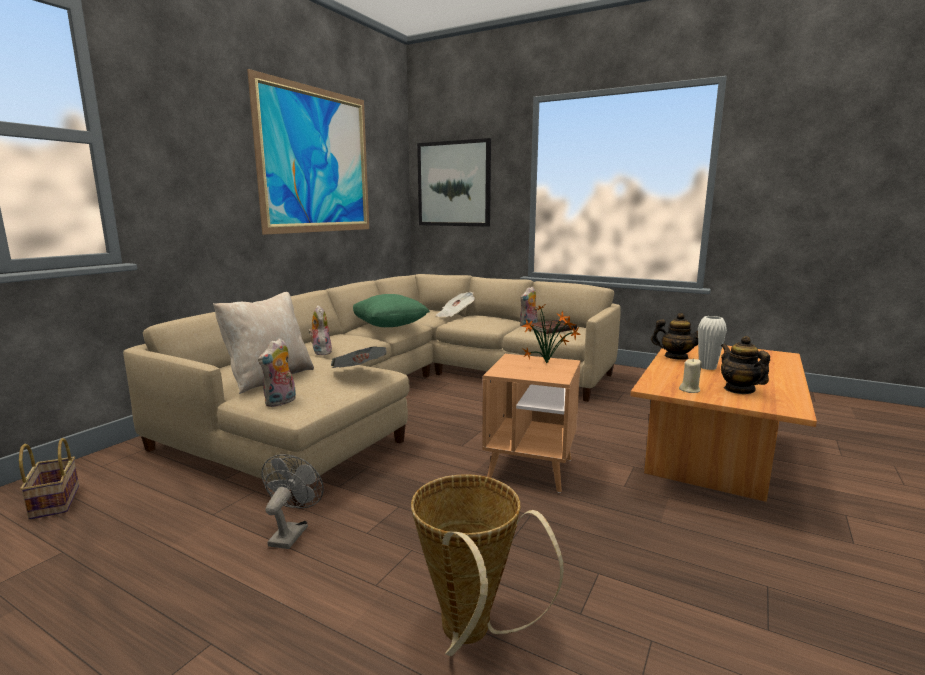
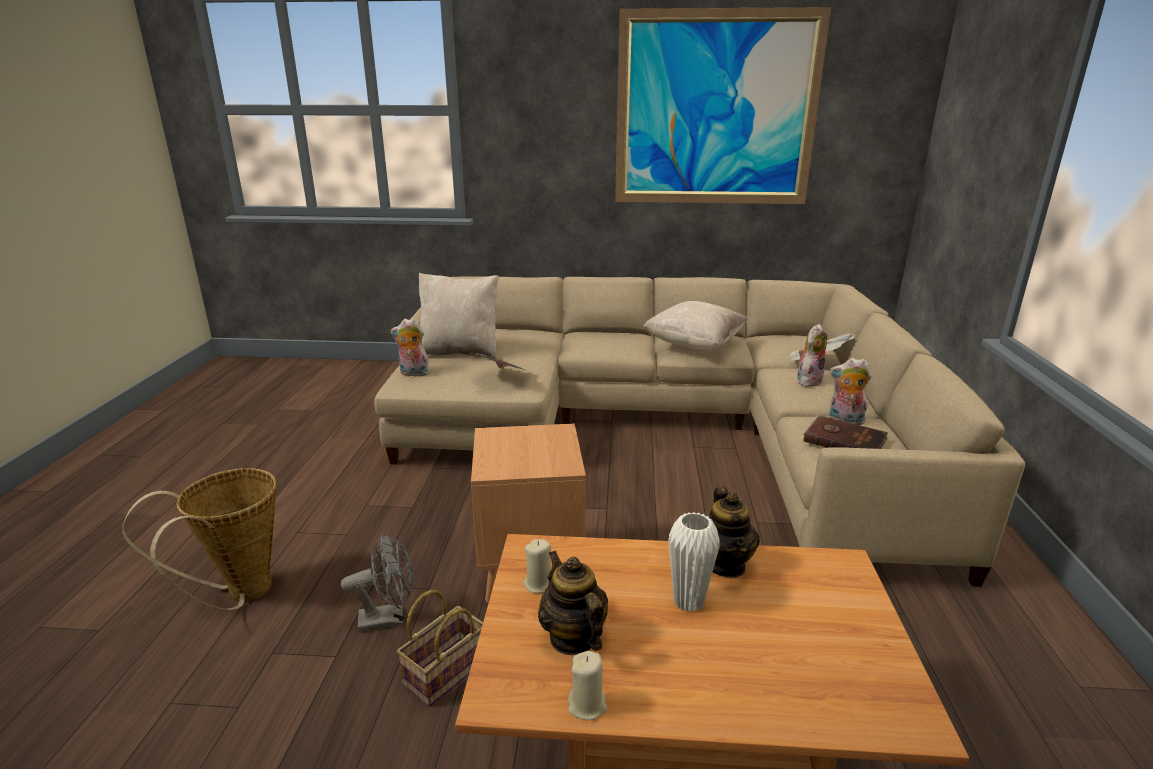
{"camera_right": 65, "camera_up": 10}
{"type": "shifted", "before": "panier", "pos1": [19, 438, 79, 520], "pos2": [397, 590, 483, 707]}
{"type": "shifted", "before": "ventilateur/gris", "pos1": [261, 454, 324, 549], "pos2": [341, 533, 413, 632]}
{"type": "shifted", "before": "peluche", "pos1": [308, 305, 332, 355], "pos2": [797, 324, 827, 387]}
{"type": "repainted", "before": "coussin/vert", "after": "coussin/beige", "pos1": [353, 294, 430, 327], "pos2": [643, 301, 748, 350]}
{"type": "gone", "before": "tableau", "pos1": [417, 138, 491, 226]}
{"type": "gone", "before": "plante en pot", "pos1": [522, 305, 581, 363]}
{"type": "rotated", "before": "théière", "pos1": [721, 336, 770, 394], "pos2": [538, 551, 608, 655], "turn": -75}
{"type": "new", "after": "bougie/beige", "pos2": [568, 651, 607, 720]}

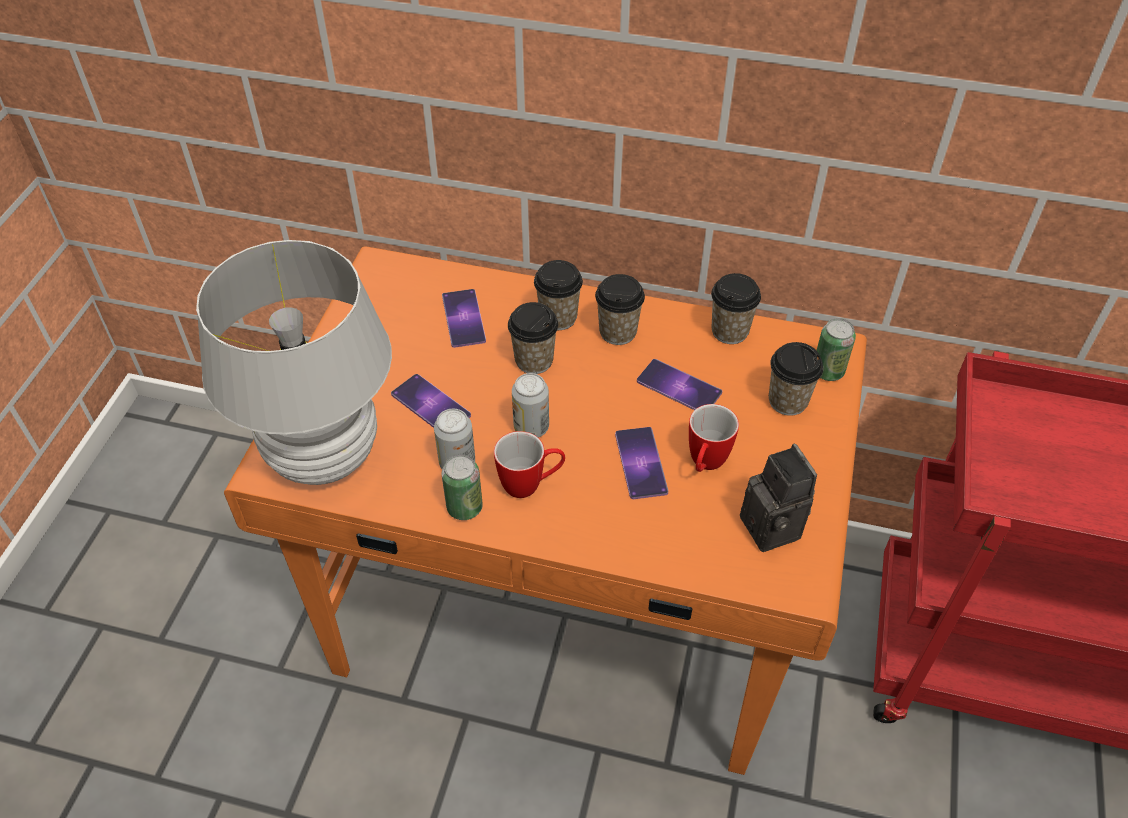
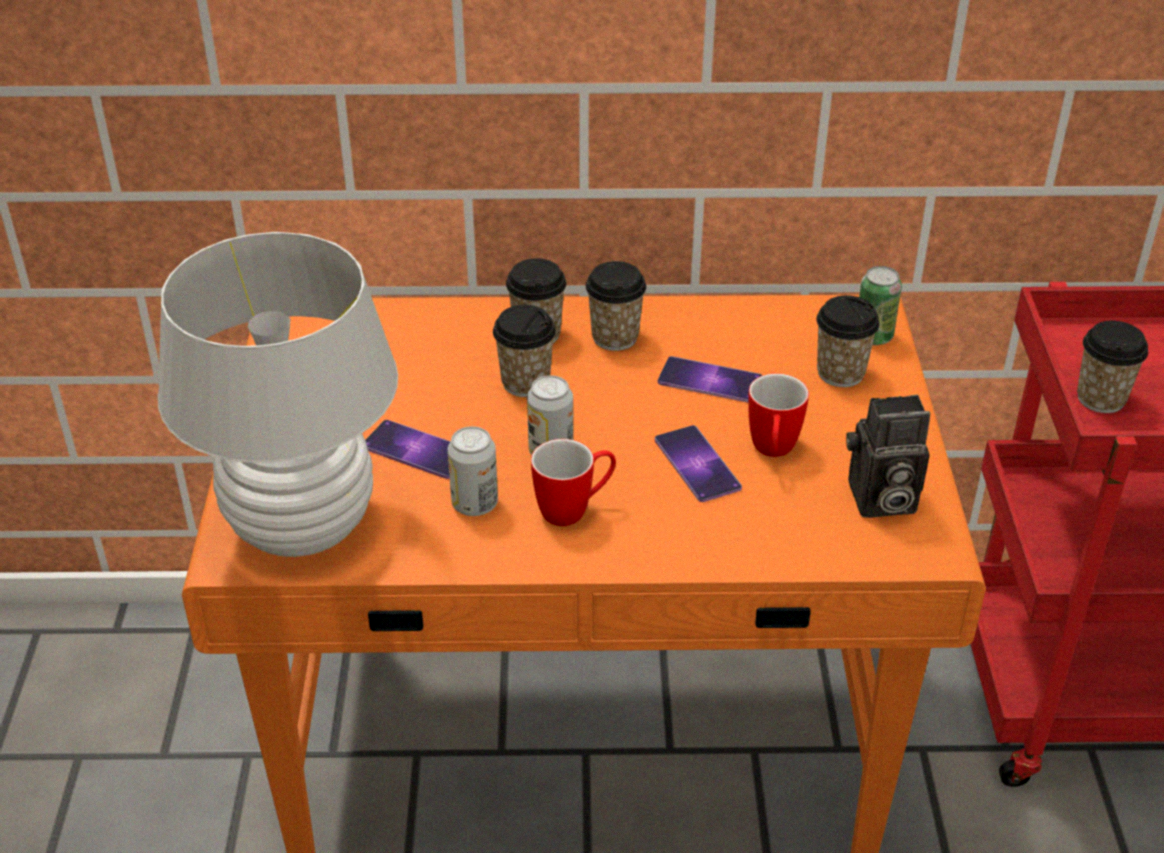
{"camera_right": -15, "camera_up": -10}
{"type": "gone", "before": "téléphone", "pos1": [442, 289, 486, 348]}
{"type": "gone", "before": "boîte métallique", "pos1": [442, 454, 483, 520]}
{"type": "shifted", "before": "tasse", "pos1": [711, 273, 761, 344], "pos2": [1077, 321, 1148, 413]}
{"type": "rotated", "before": "appareil photo", "pos1": [740, 444, 817, 552], "pos2": [846, 395, 930, 518], "turn": 120}

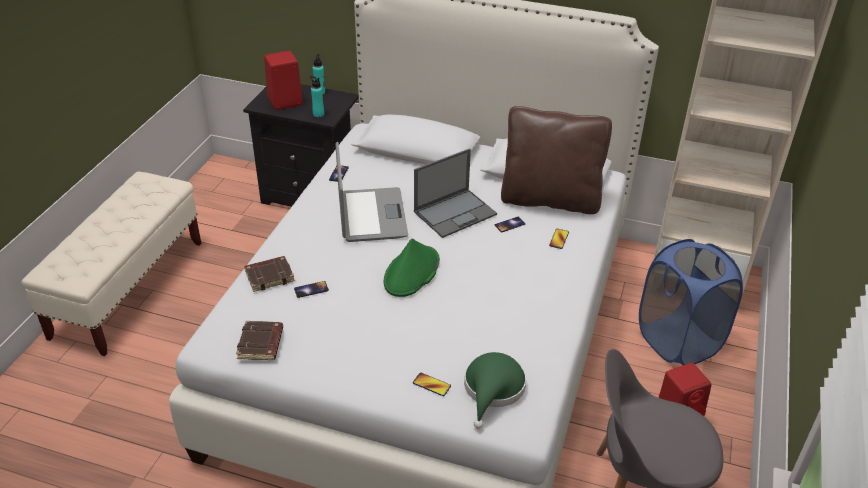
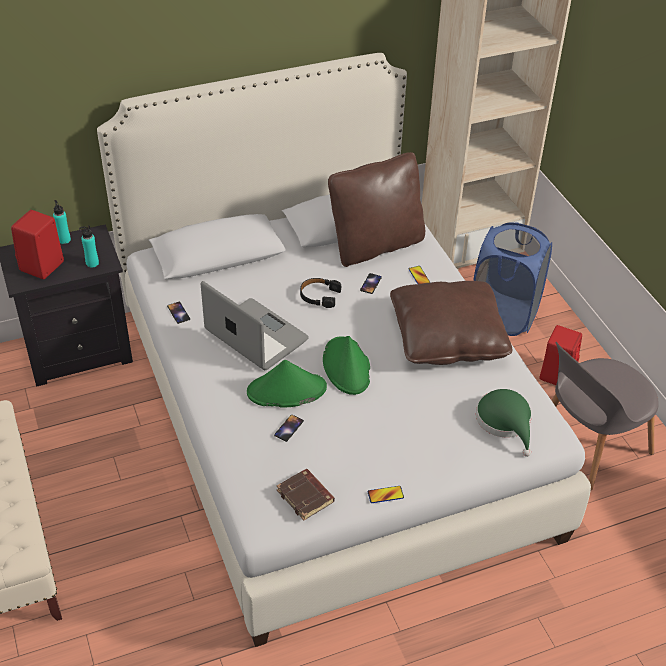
{"camera_right": -40, "camera_up": 5}
{"type": "gone", "before": "livre/marron", "pos1": [244, 256, 295, 292]}
{"type": "shifted", "before": "téléphone", "pos1": [413, 373, 451, 396], "pos2": [368, 486, 404, 503]}
{"type": "swapped", "before": "ordinateur portable", "after": "casque audio/noir", "pos1": [414, 148, 497, 238], "pos2": [300, 278, 341, 308]}
{"type": "new", "after": "chapeau/vert", "pos2": [247, 360, 327, 408]}
{"type": "new", "after": "coussin/marron", "pos2": [390, 281, 512, 365]}

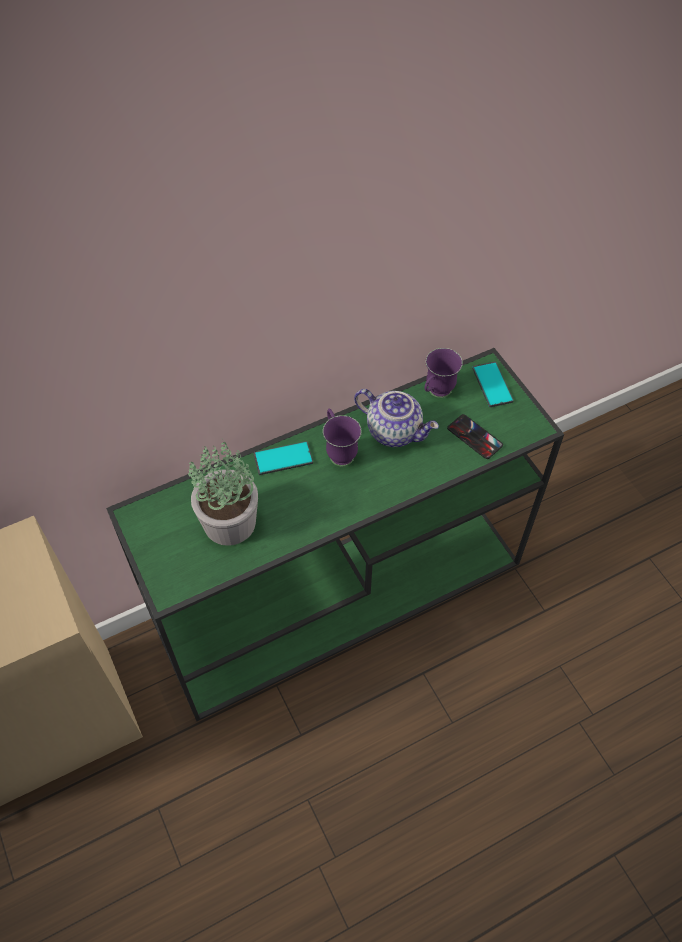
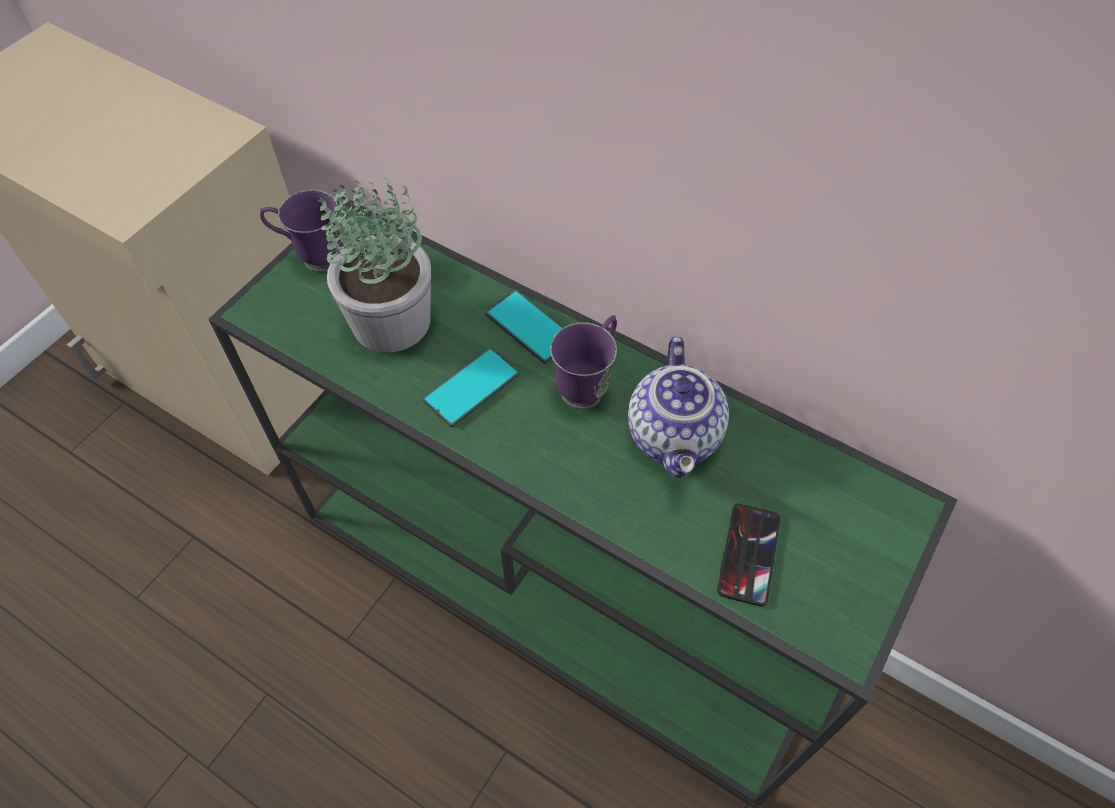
{"camera_right": 60, "camera_up": 0}
{"type": "shifted", "before": "mug/violet", "pos1": [424, 348, 463, 398], "pos2": [260, 190, 343, 272]}
{"type": "shifted", "before": "téléphone", "pos1": [472, 362, 514, 407], "pos2": [423, 347, 520, 428]}

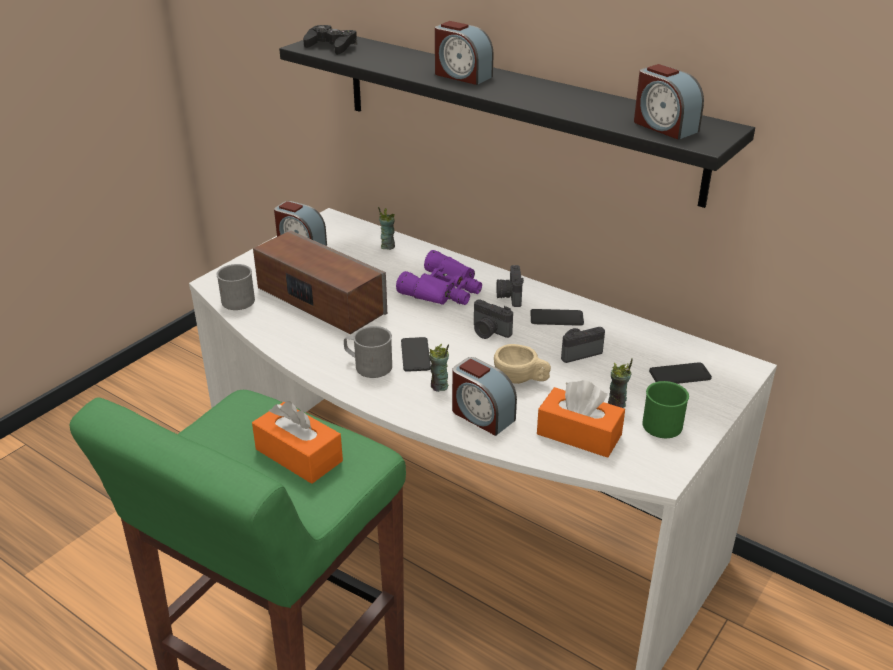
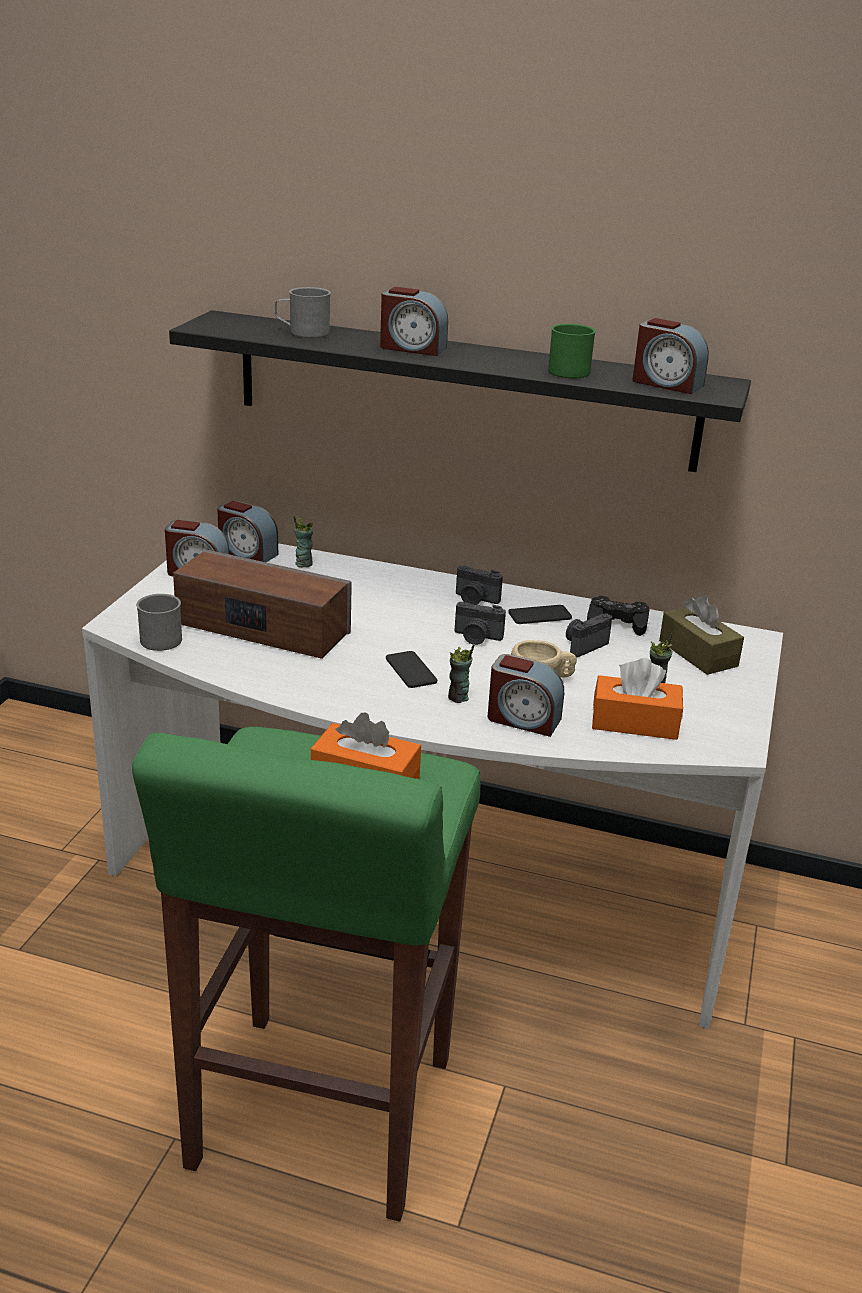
{"camera_right": -20, "camera_up": -5}
{"type": "shifted", "before": "manette/noir", "pos1": [303, 25, 357, 55], "pos2": [587, 596, 650, 636]}
{"type": "shifted", "before": "mug/gris", "pos1": [344, 326, 392, 378], "pos2": [275, 287, 331, 338]}
{"type": "gone", "before": "jumelles/violet", "pos1": [396, 250, 482, 305]}
{"type": "rotated", "before": "appareil photo", "pos1": [497, 265, 524, 307], "pos2": [456, 565, 503, 605], "turn": -45}
{"type": "shifted", "before": "mug/vert", "pos1": [642, 381, 689, 438], "pos2": [548, 324, 596, 379]}
{"type": "swapped", "before": "téléphone", "after": "boîte à mouchoirs/marron", "pos1": [649, 362, 712, 384], "pos2": [659, 595, 744, 675]}
{"type": "new", "after": "réveil", "pos2": [217, 501, 278, 562]}

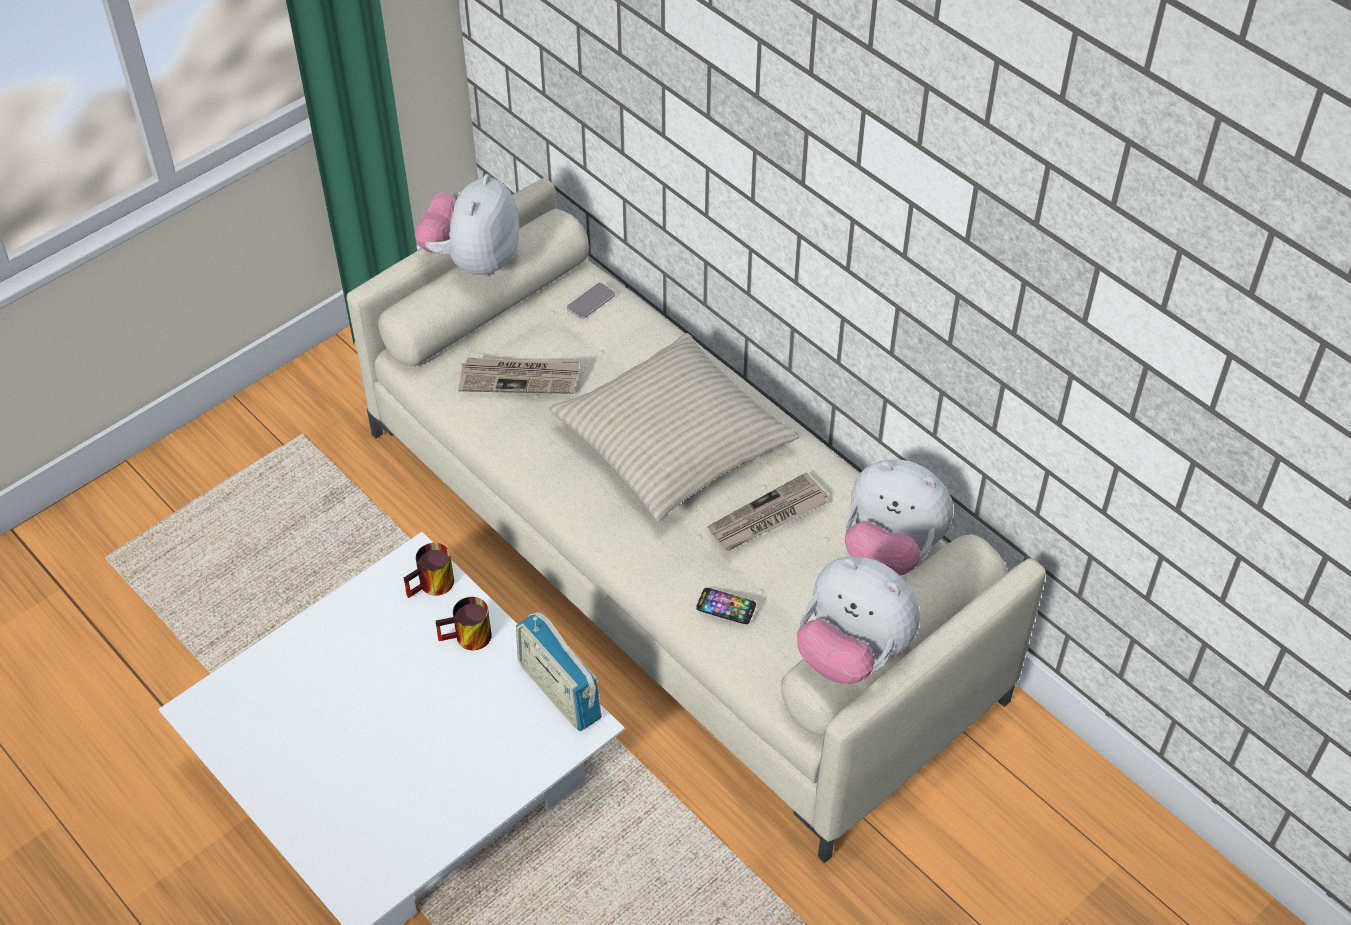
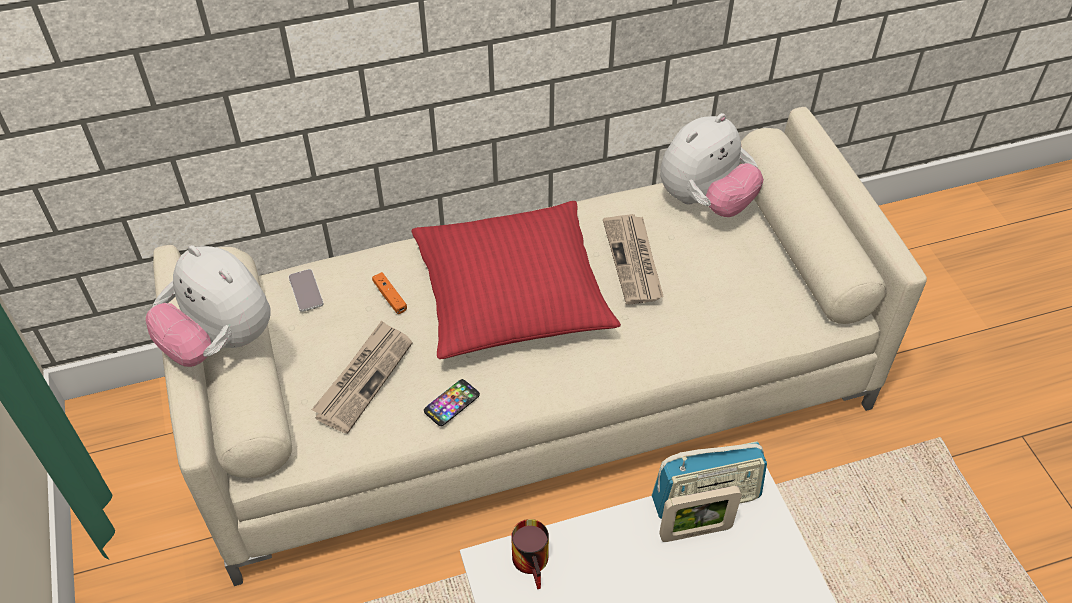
{"camera_right": -65, "camera_up": 0}
{"type": "gone", "before": "mug", "pos1": [436, 597, 492, 650]}
{"type": "repainted", "before": "coussin/beige", "after": "coussin/rouge", "pos1": [549, 333, 800, 522], "pos2": [411, 201, 621, 359]}
{"type": "shifted", "before": "téléphone", "pos1": [696, 588, 756, 624], "pos2": [424, 379, 480, 426]}
{"type": "gone", "before": "peluche", "pos1": [797, 557, 920, 684]}
{"type": "new", "after": "manette/orange", "pos2": [372, 272, 407, 314]}
{"type": "new", "after": "cadre photo", "pos2": [659, 486, 742, 542]}

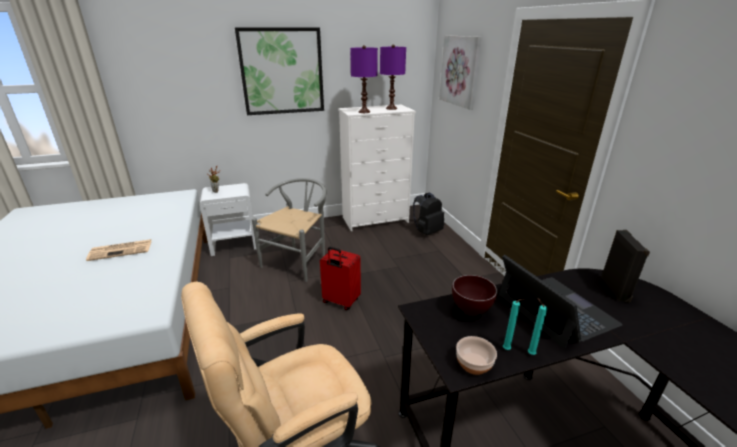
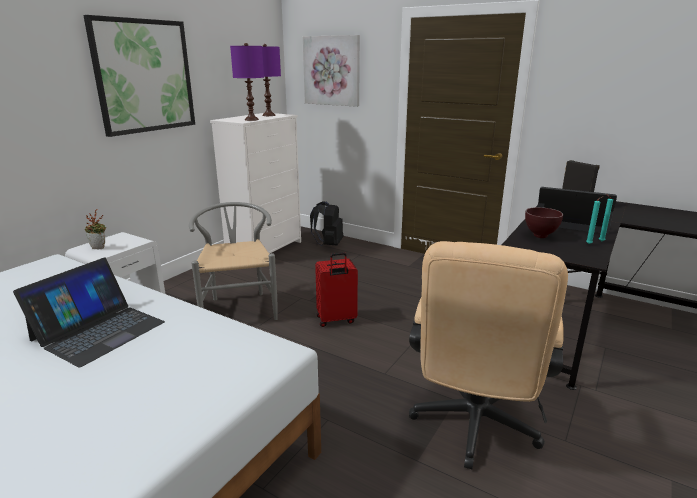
{"camera_right": -40, "camera_up": -5}
{"type": "swapped", "before": "journal", "after": "ordinateur portable", "pos1": [86, 239, 152, 261], "pos2": [13, 258, 165, 368]}
{"type": "gone", "before": "bol", "pos1": [456, 336, 497, 375]}

